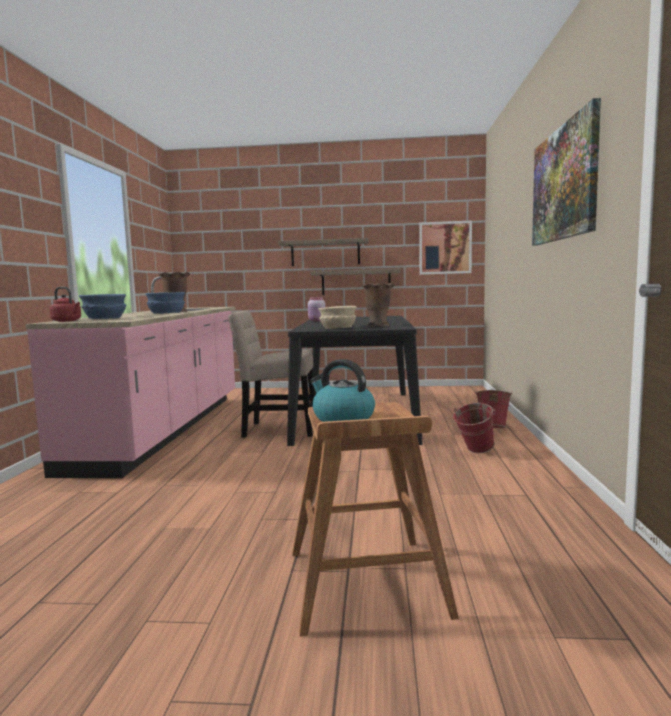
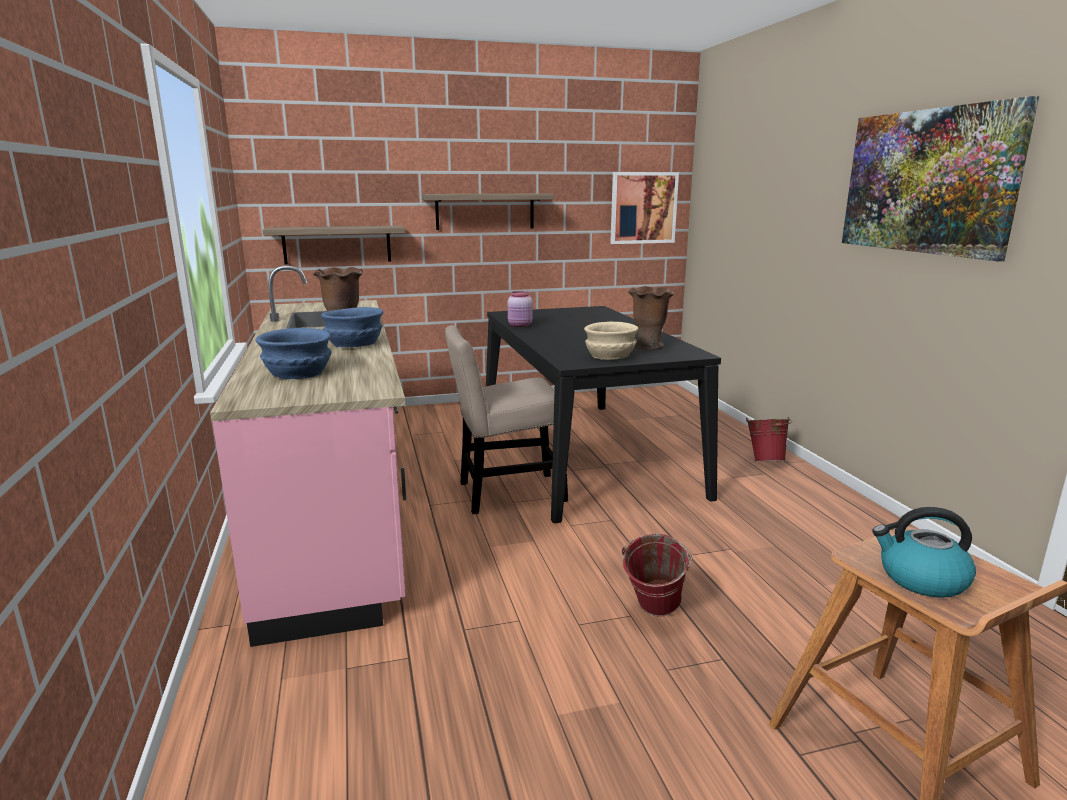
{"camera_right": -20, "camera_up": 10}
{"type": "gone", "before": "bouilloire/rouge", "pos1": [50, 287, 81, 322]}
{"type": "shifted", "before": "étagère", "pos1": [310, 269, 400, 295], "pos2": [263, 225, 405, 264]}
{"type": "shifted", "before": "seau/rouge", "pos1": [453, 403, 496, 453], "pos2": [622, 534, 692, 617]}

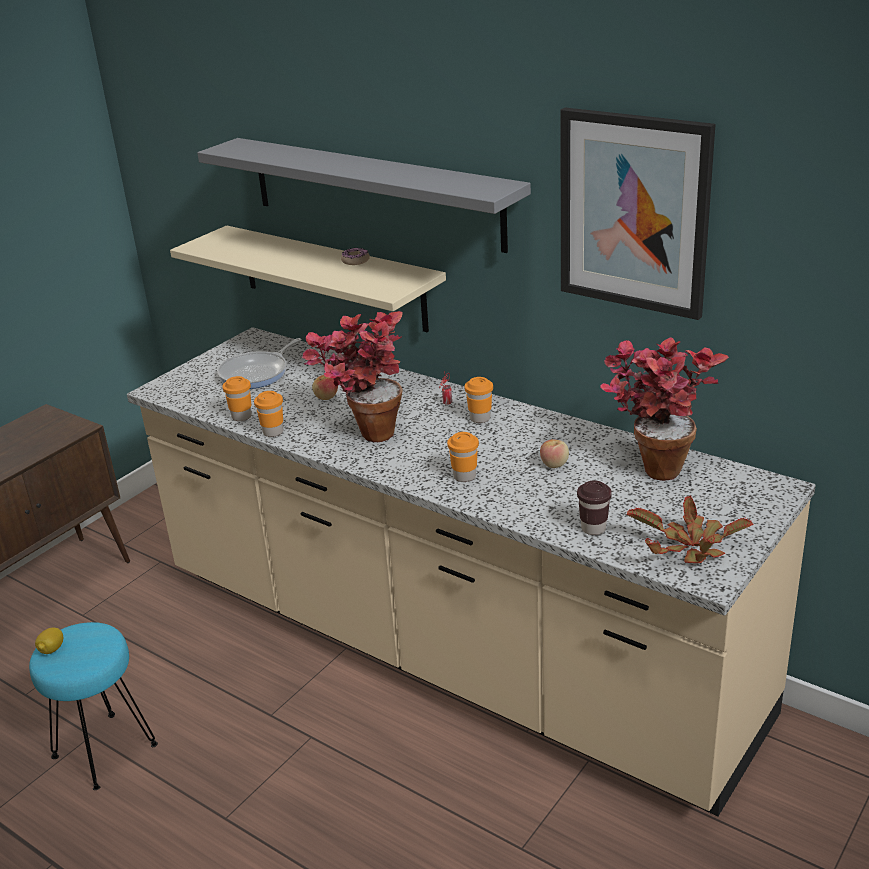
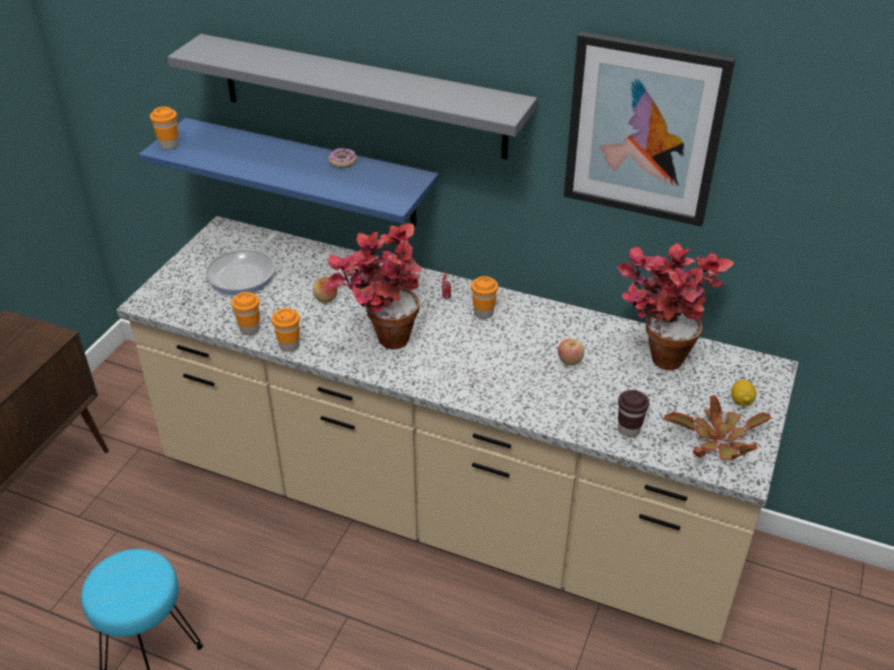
{"camera_right": -15, "camera_up": 10}
{"type": "shifted", "before": "citron", "pos1": [35, 628, 63, 654], "pos2": [731, 380, 756, 406]}
{"type": "repainted", "before": "étagère/beige", "after": "étagère/bleu", "pos1": [170, 226, 446, 332], "pos2": [139, 118, 439, 226]}
{"type": "shifted", "before": "tasse/orange", "pos1": [447, 432, 479, 482], "pos2": [150, 107, 179, 150]}

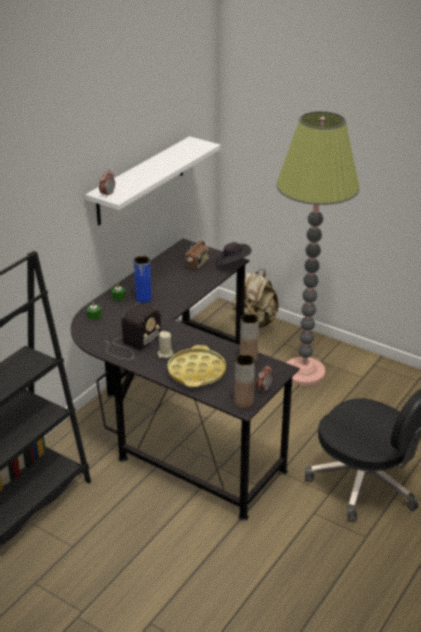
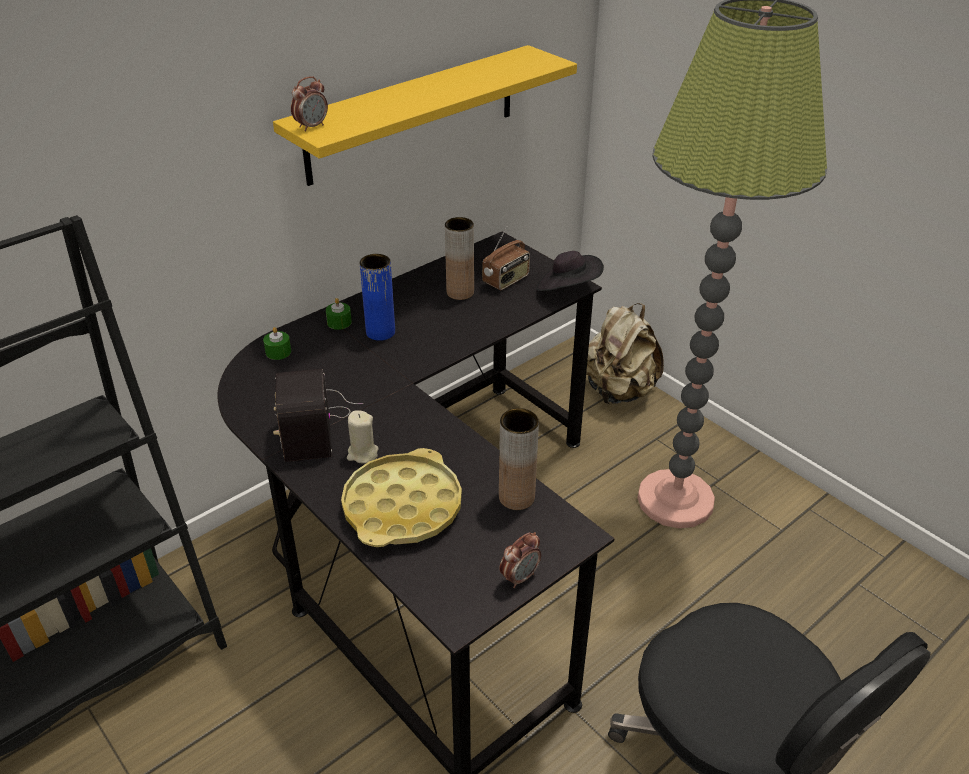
{"camera_right": 15, "camera_up": 5}
{"type": "repainted", "before": "étagère/blanc", "after": "étagère/jaune", "pos1": [85, 136, 221, 225], "pos2": [273, 45, 577, 186]}
{"type": "rotated", "before": "radio", "pos1": [105, 303, 161, 359], "pos2": [273, 369, 363, 462], "turn": 120}
{"type": "shifted", "before": "vase/marron", "pos1": [235, 354, 255, 408], "pos2": [445, 217, 474, 300]}

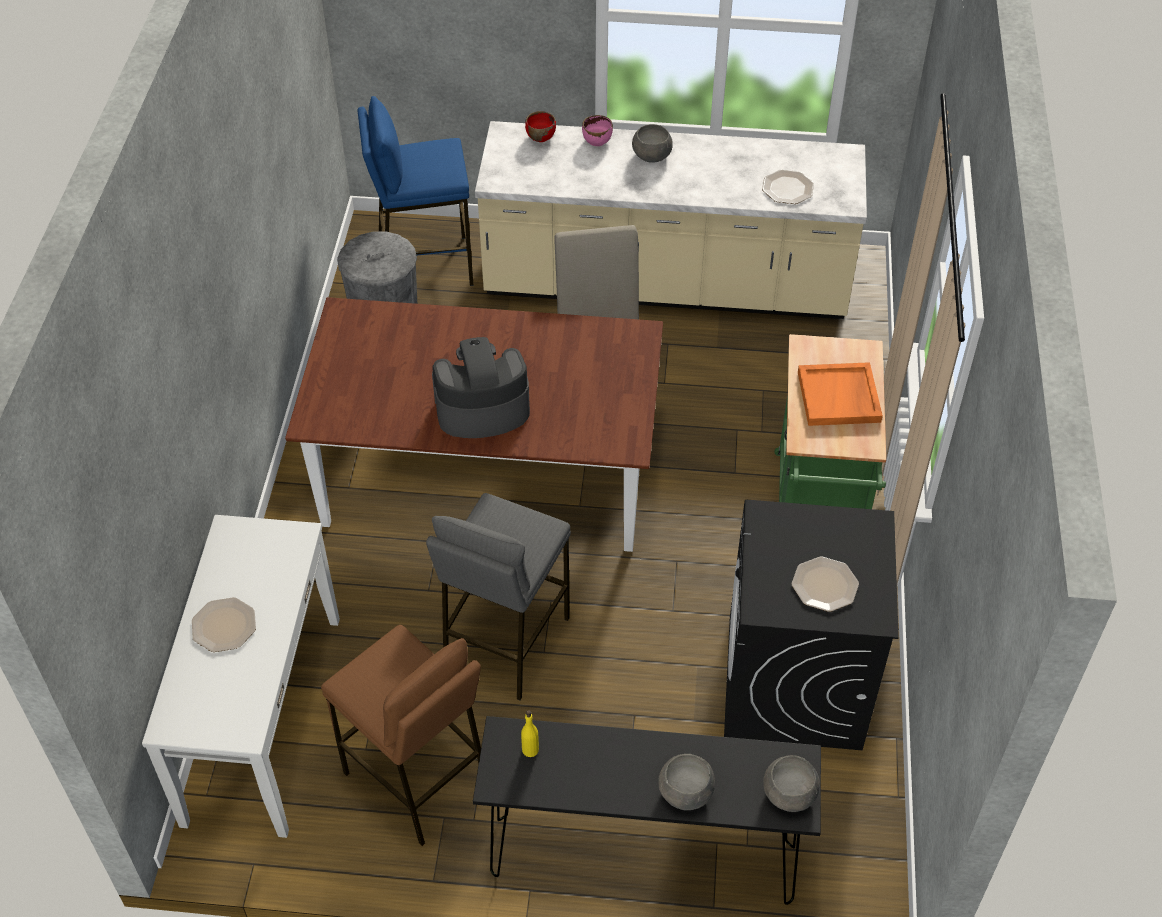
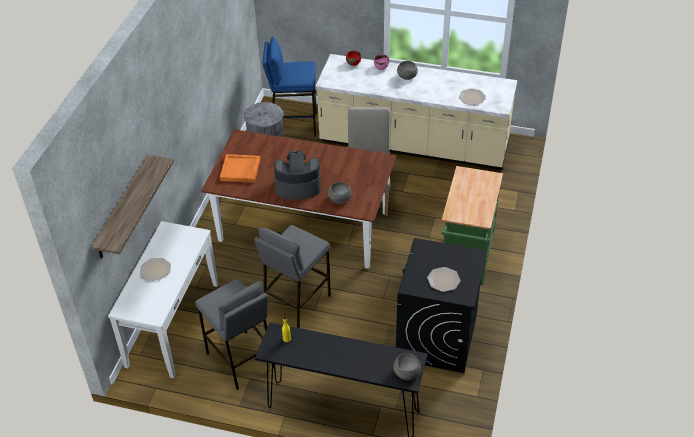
{"camera_right": 10, "camera_up": -5}
{"type": "repainted", "before": "tabouret/marron", "after": "tabouret/gris", "pos1": [321, 625, 481, 846], "pos2": [195, 279, 274, 390]}
{"type": "shifted", "before": "bol/gris", "pos1": [658, 754, 715, 810], "pos2": [328, 182, 351, 204]}
{"type": "shifted", "before": "plateau/orange", "pos1": [798, 362, 883, 426], "pos2": [220, 154, 260, 183]}
{"type": "new", "after": "étagère", "pos2": [91, 155, 174, 259]}

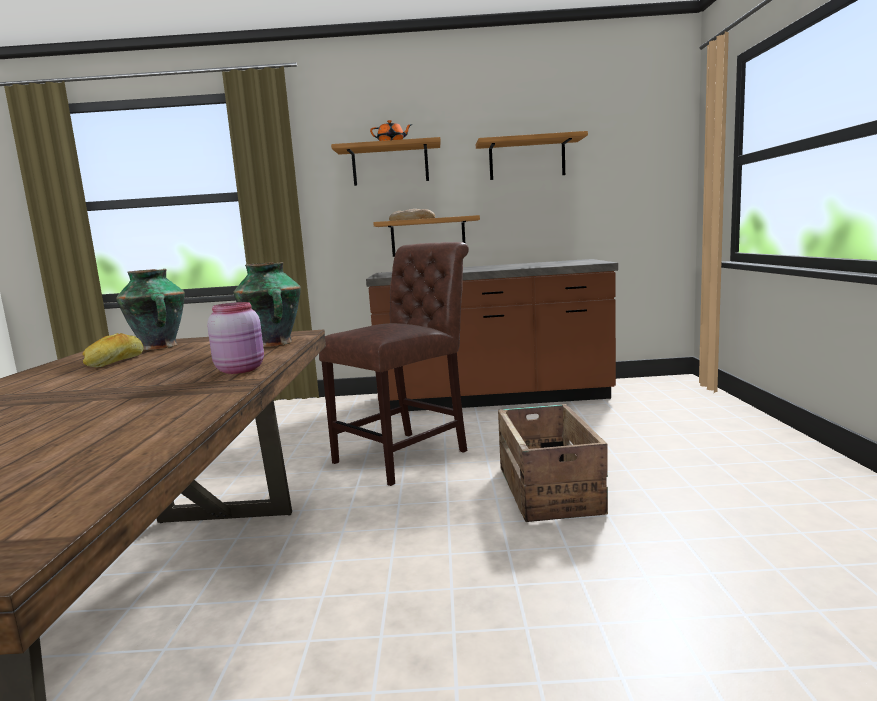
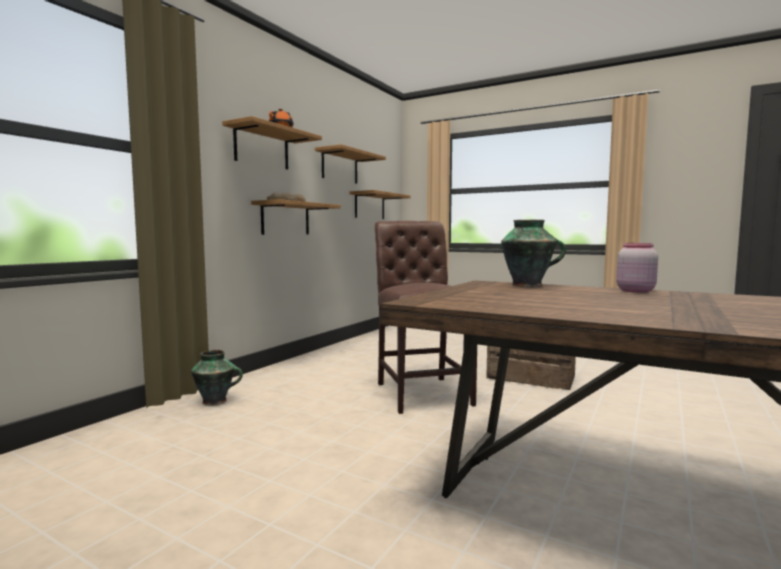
{"camera_right": -60, "camera_up": -5}
{"type": "gone", "before": "pain", "pos1": [82, 333, 143, 368]}
{"type": "shifted", "before": "vase", "pos1": [116, 269, 185, 350], "pos2": [191, 350, 243, 405]}
{"type": "gone", "before": "comptoir de cuisine/marron", "pos1": [366, 259, 618, 411]}
{"type": "new", "after": "étagère", "pos2": [350, 190, 411, 219]}

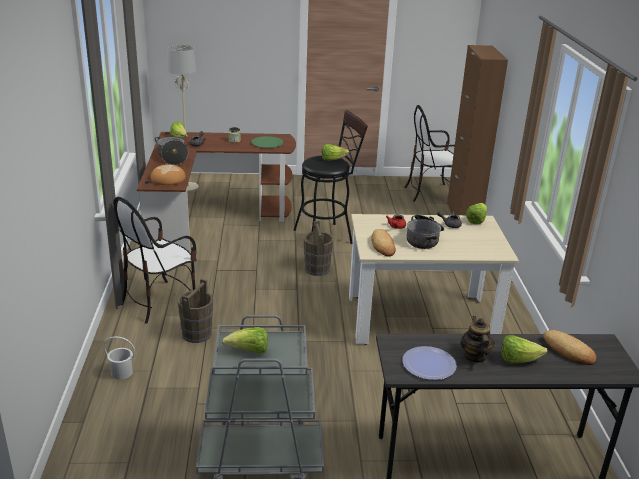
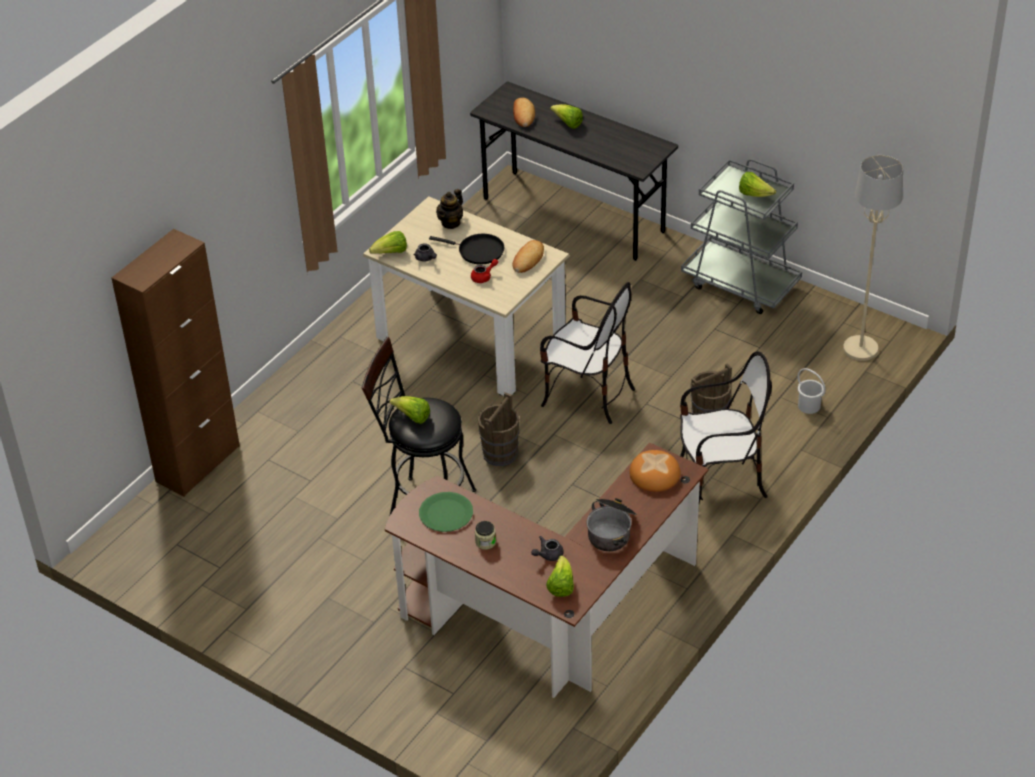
{"camera_right": -140, "camera_up": 15}
{"type": "shifted", "before": "lampadaire/beige", "pos1": [167, 45, 199, 193], "pos2": [843, 155, 903, 361]}
{"type": "gone", "before": "assiette", "pos1": [402, 346, 457, 380]}
{"type": "shifted", "before": "chaise", "pos1": [404, 105, 455, 202], "pos2": [540, 282, 635, 424]}
{"type": "swapped", "before": "marmite", "after": "poêle/noir", "pos1": [407, 215, 444, 249], "pos2": [429, 234, 505, 265]}
{"type": "shifted", "before": "théière", "pos1": [460, 316, 494, 363], "pos2": [436, 189, 463, 229]}

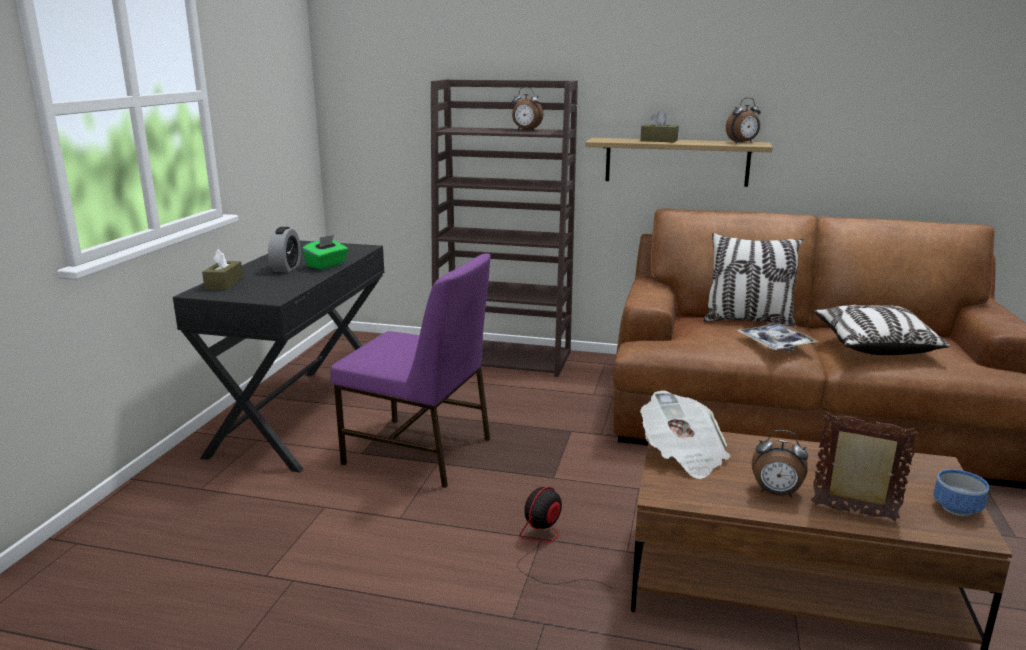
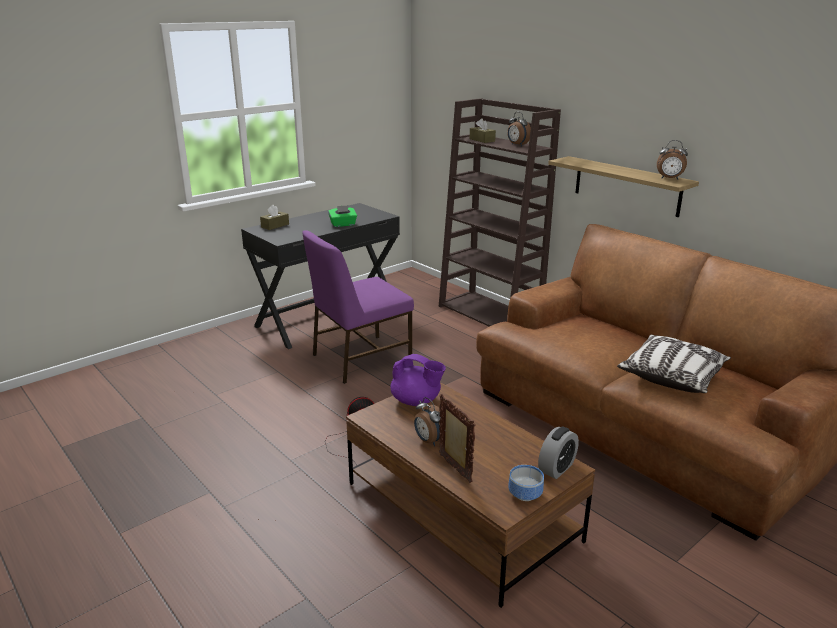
{"camera_right": 35, "camera_up": 5}
{"type": "shifted", "before": "réveil", "pos1": [268, 227, 301, 272], "pos2": [538, 427, 579, 479]}
{"type": "rotated", "before": "chaise/violet", "pos1": [330, 253, 491, 488], "pos2": [302, 230, 414, 384], "turn": 90}
{"type": "swapped", "before": "journal", "after": "théière/violet", "pos1": [640, 391, 731, 479], "pos2": [390, 354, 446, 406]}
{"type": "shifted", "before": "boîte à mouchoirs/marron", "pos1": [641, 111, 679, 142], "pos2": [470, 118, 496, 143]}
{"type": "gone", "before": "coussin", "pos1": [703, 233, 803, 326]}
{"type": "gone", "before": "plateau", "pos1": [736, 323, 819, 351]}

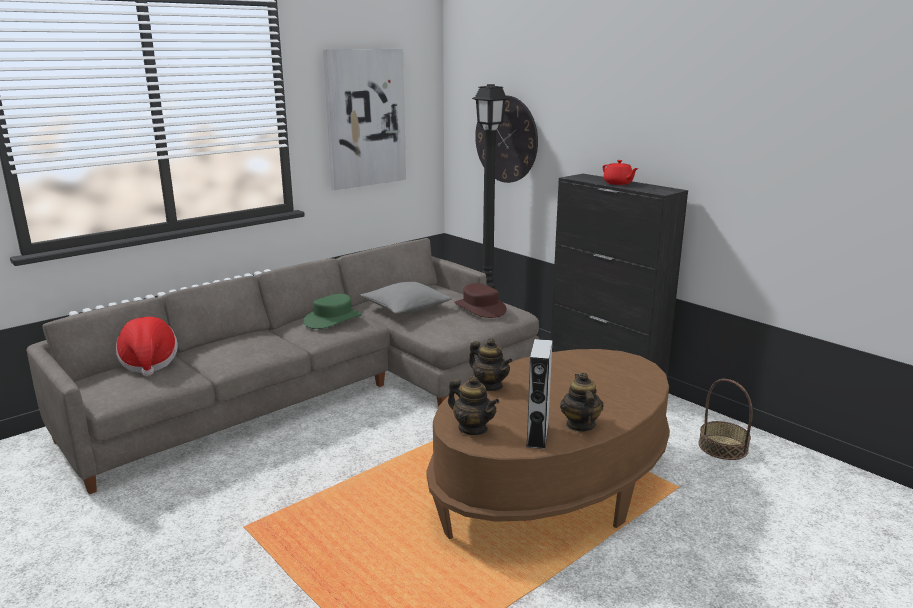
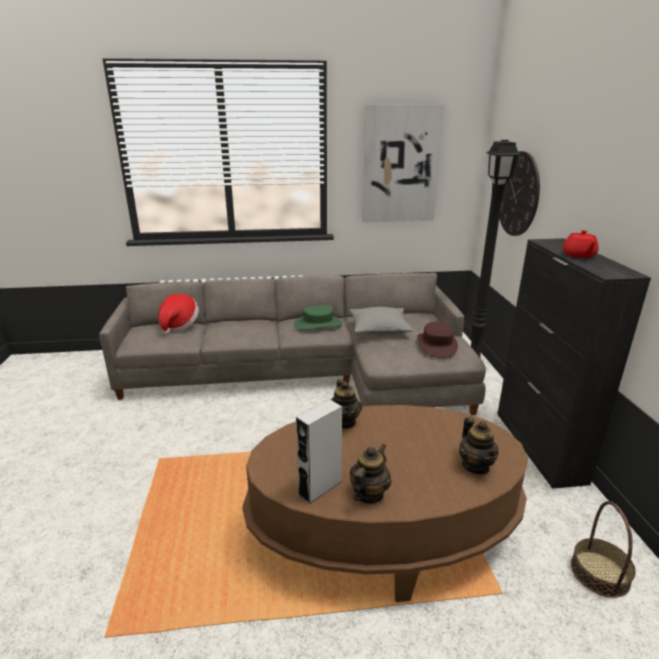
{"camera_right": 35, "camera_up": 5}
{"type": "shifted", "before": "théière", "pos1": [448, 376, 499, 435], "pos2": [459, 417, 499, 475]}

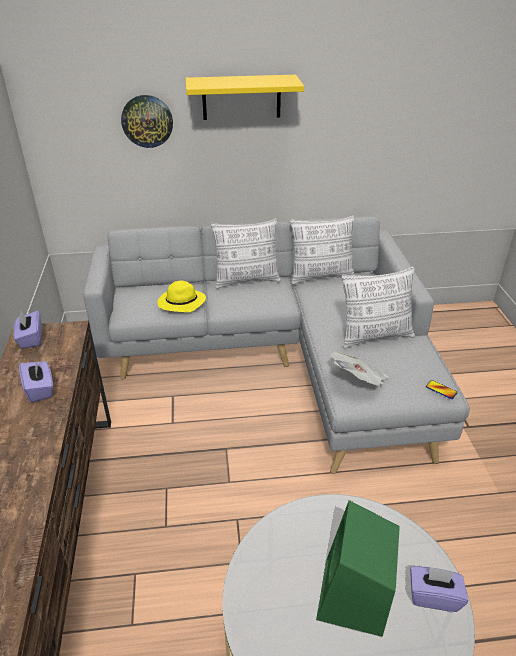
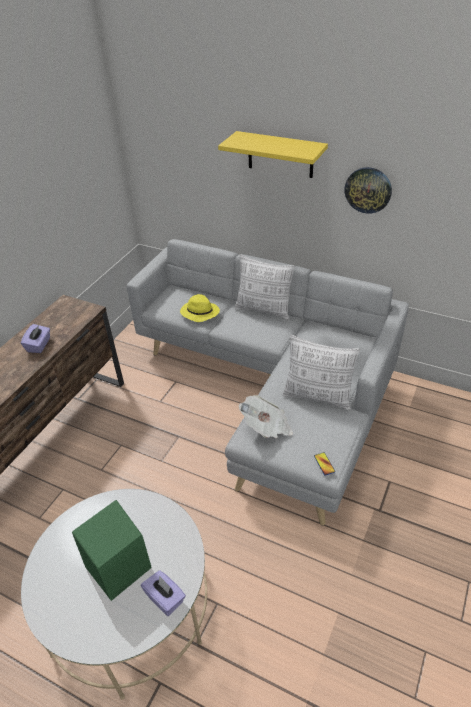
{"camera_right": 35, "camera_up": 5}
{"type": "gone", "before": "boîte à mouchoirs/violet", "pos1": [13, 310, 42, 349]}
{"type": "shifted", "before": "horloge murale", "pos1": [121, 95, 173, 148], "pos2": [344, 167, 392, 214]}
{"type": "gone", "before": "coussin", "pos1": [290, 216, 355, 284]}

